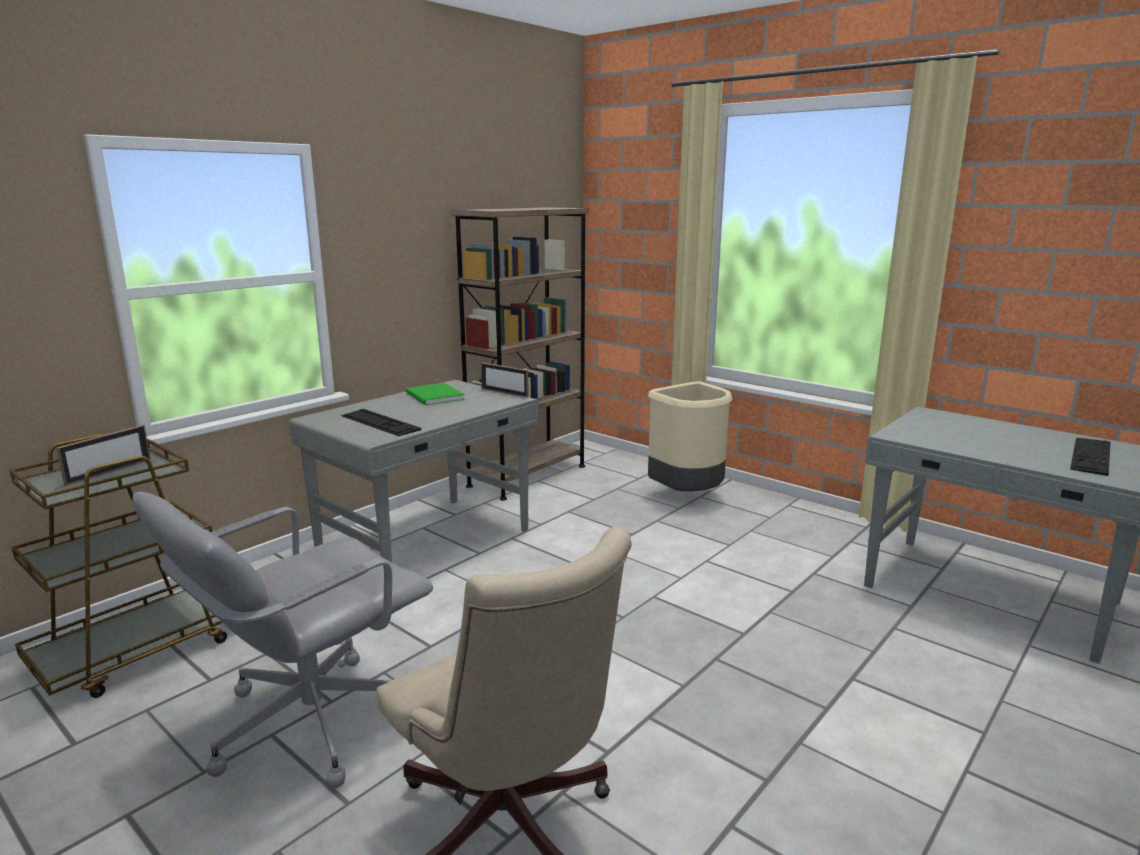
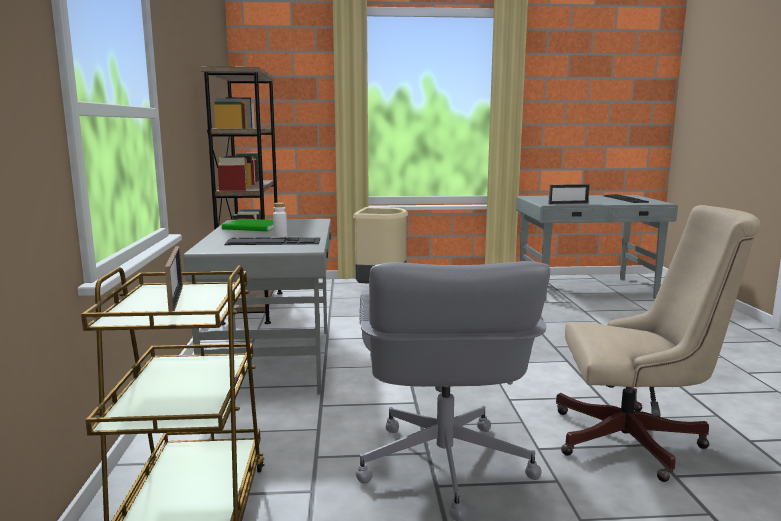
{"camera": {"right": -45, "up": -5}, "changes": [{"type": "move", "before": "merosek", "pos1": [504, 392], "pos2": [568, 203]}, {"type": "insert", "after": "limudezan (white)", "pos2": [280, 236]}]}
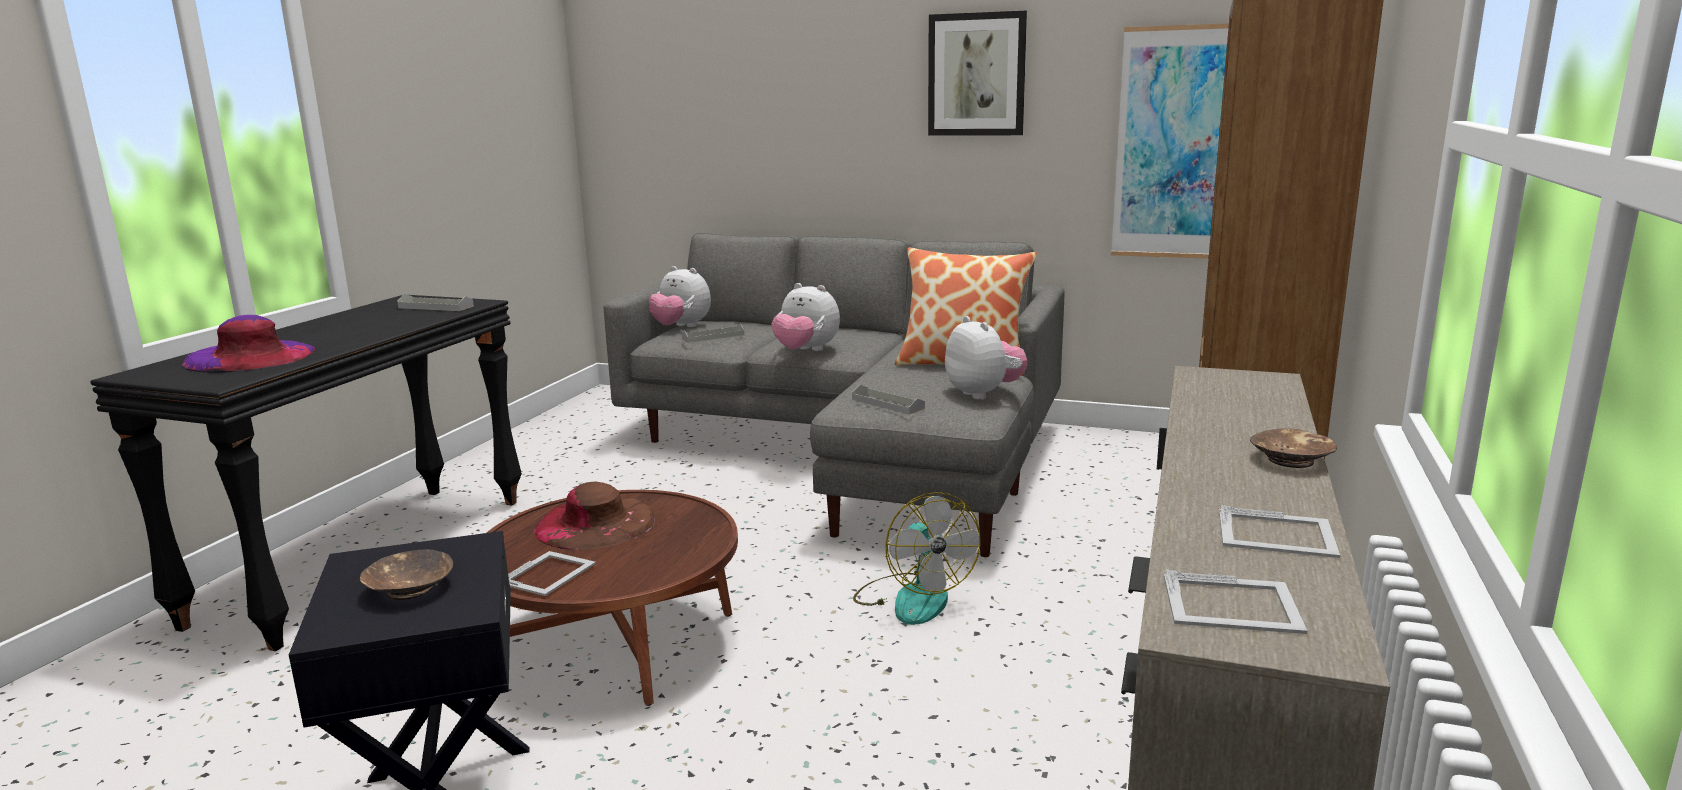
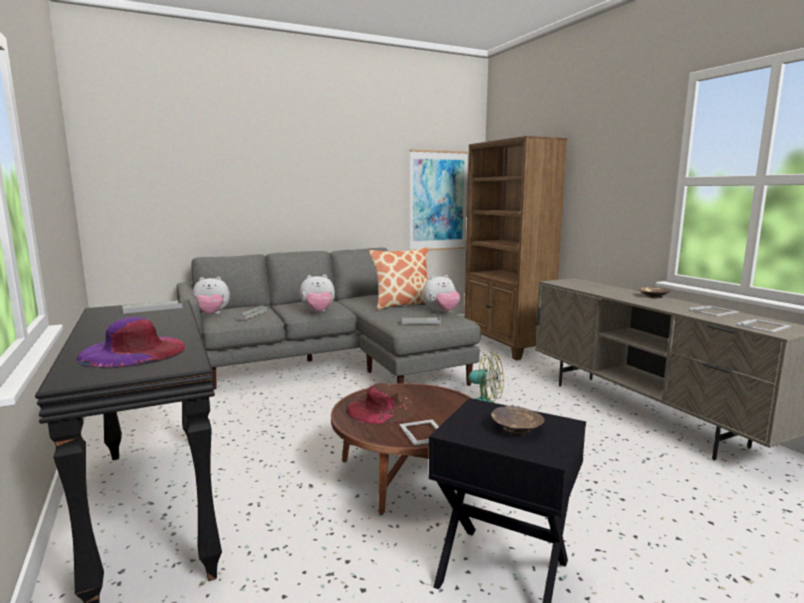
{"camera": {"right": -45, "up": -5}, "changes": [{"type": "delete", "before": "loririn", "pos1": [976, 75]}, {"type": "rotate", "before": "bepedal", "pos1": [983, 394], "pos2": [441, 312], "turn": 135}]}
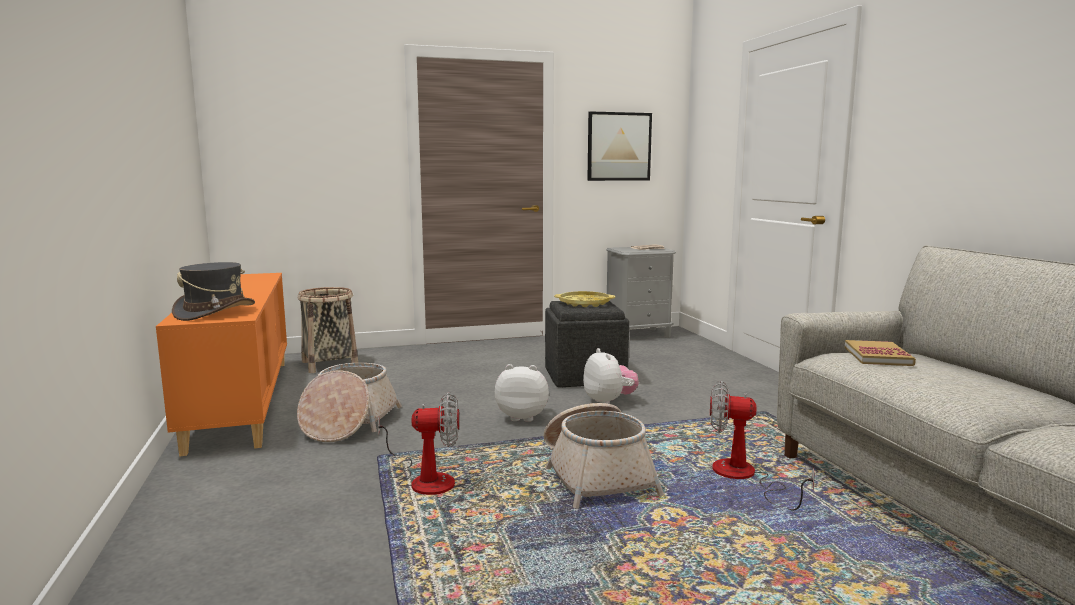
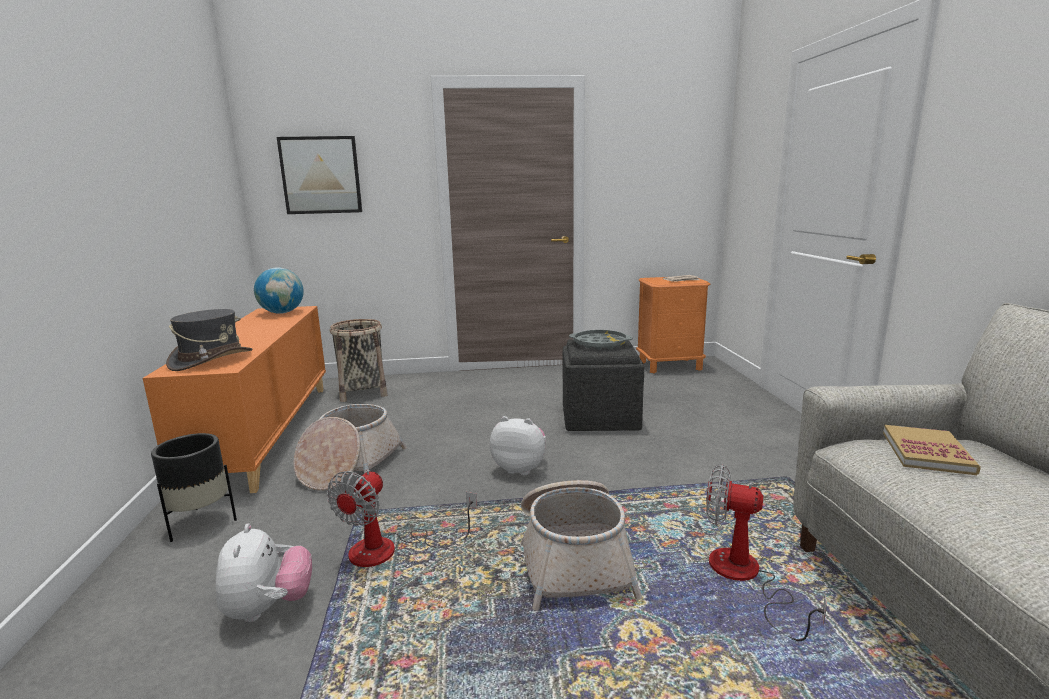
{"camera": {"right": 10, "up": 5}, "changes": [{"type": "rotate", "before": "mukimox", "pos1": [424, 480], "pos2": [390, 550], "turn": 105}, {"type": "recolor", "before": "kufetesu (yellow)", "after": "kufetesu (grey)", "pos1": [584, 303], "pos2": [600, 344]}, {"type": "move", "before": "bepedal", "pos1": [609, 401], "pos2": [268, 608]}, {"type": "move", "before": "loririn", "pos1": [619, 146], "pos2": [321, 175]}, {"type": "recolor", "before": "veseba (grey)", "after": "veseba (orange)", "pos1": [639, 334], "pos2": [670, 365]}, {"type": "insert", "after": "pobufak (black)", "pos2": [202, 522]}, {"type": "insert", "after": "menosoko", "pos2": [282, 313]}]}
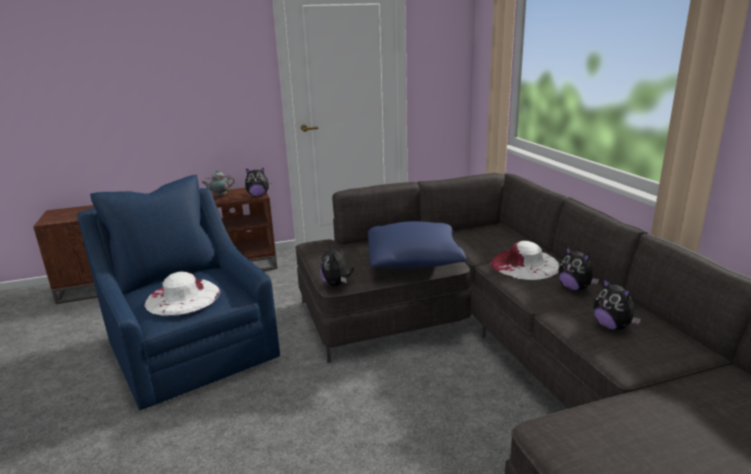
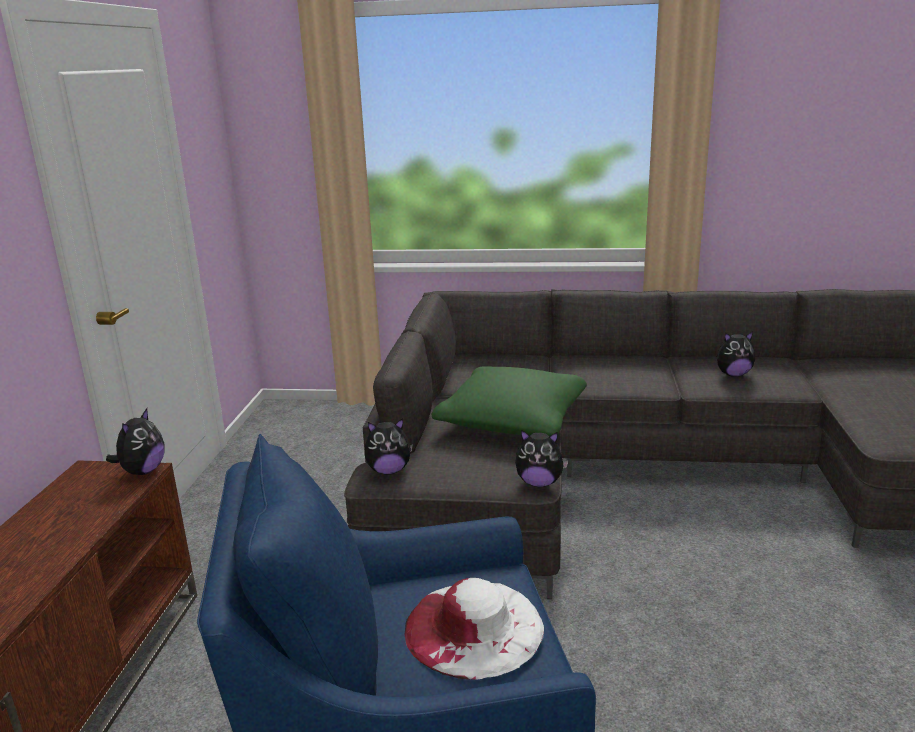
{"camera": {"right": -65, "up": 0}, "changes": [{"type": "delete", "before": "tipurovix", "pos1": [219, 196]}, {"type": "recolor", "before": "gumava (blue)", "after": "gumava (green)", "pos1": [413, 260], "pos2": [513, 420]}, {"type": "delete", "before": "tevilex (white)", "pos1": [524, 264]}, {"type": "move", "before": "bepedal", "pos1": [574, 288], "pos2": [389, 470]}]}
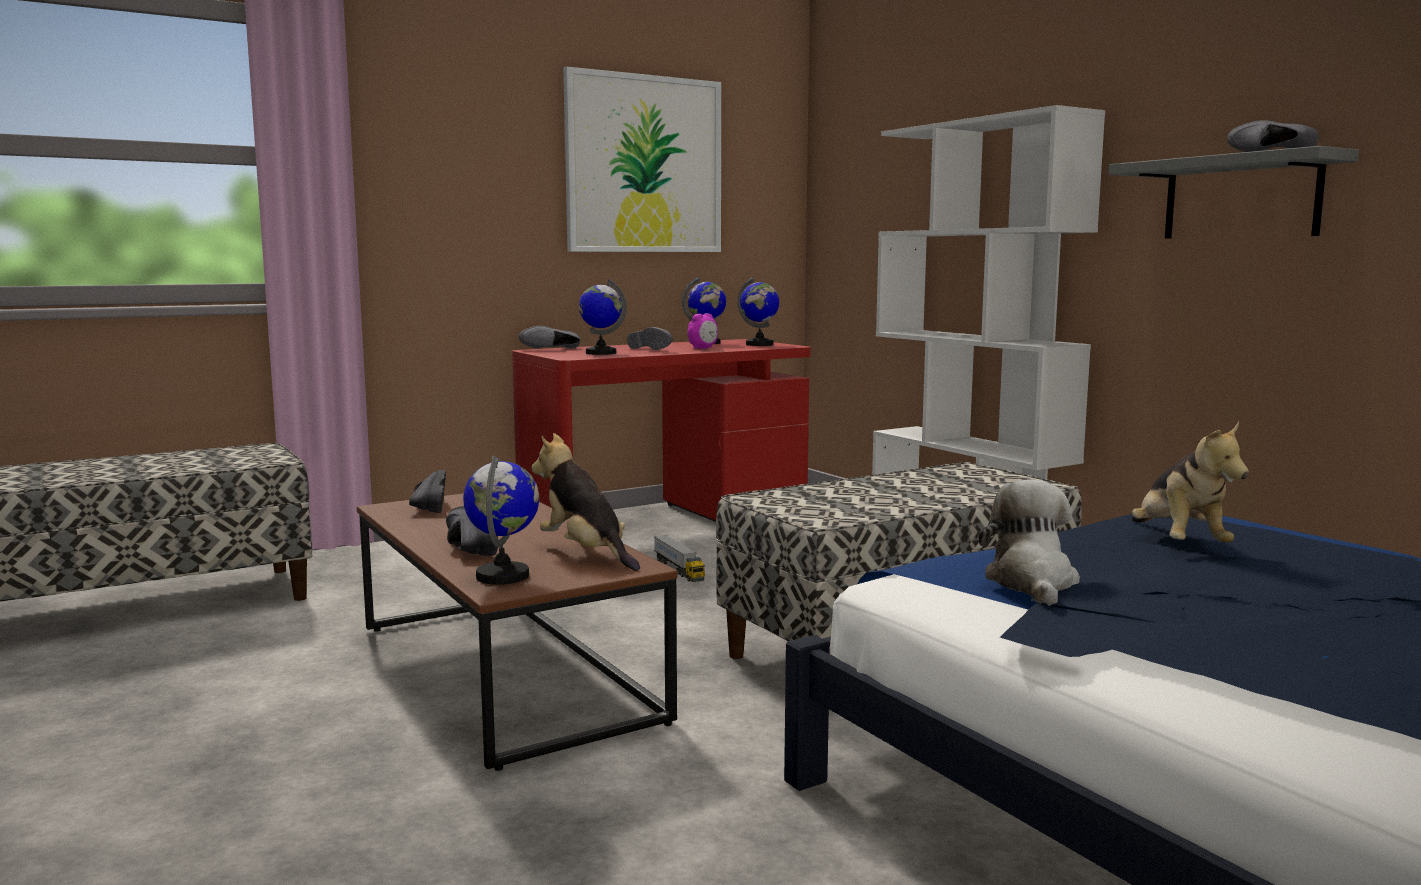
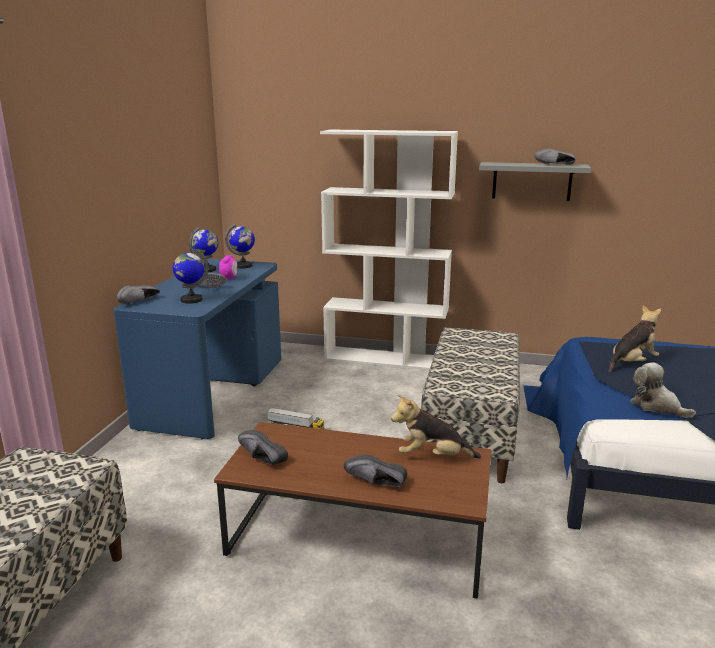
{"camera": {"right": -45, "up": 10}, "changes": [{"type": "delete", "before": "menosoko", "pos1": [503, 576]}, {"type": "recolor", "before": "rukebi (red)", "after": "rukebi (blue)", "pos1": [665, 519], "pos2": [213, 391]}, {"type": "delete", "before": "loririn", "pos1": [644, 165]}, {"type": "rotate", "before": "bepedal", "pos1": [1178, 544], "pos2": [632, 363], "turn": -75}]}
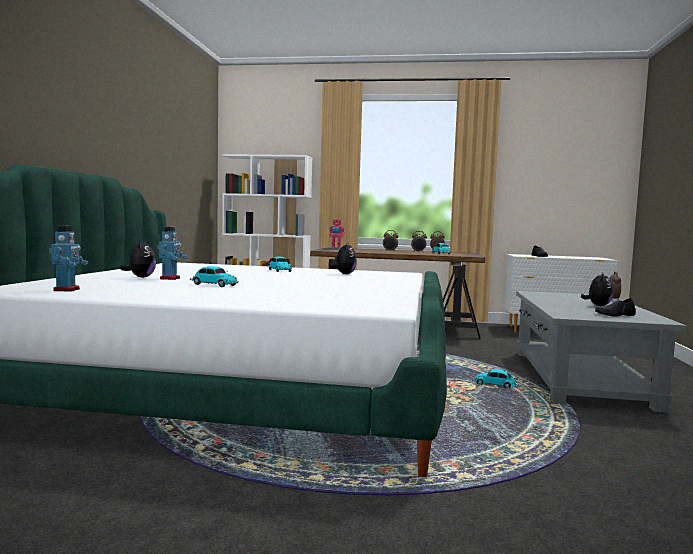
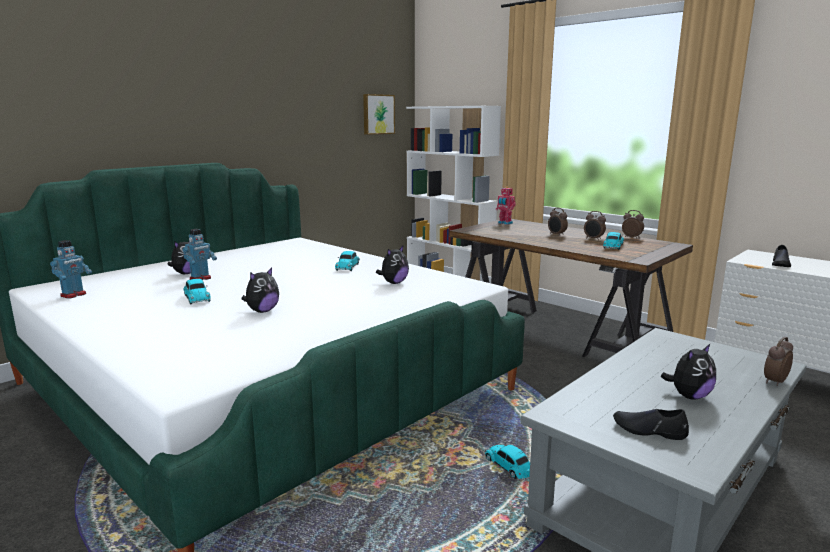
{"camera": {"right": 35, "up": 10}, "changes": [{"type": "insert", "after": "bepedal", "pos2": [262, 311]}, {"type": "insert", "after": "loririn", "pos2": [378, 114]}]}
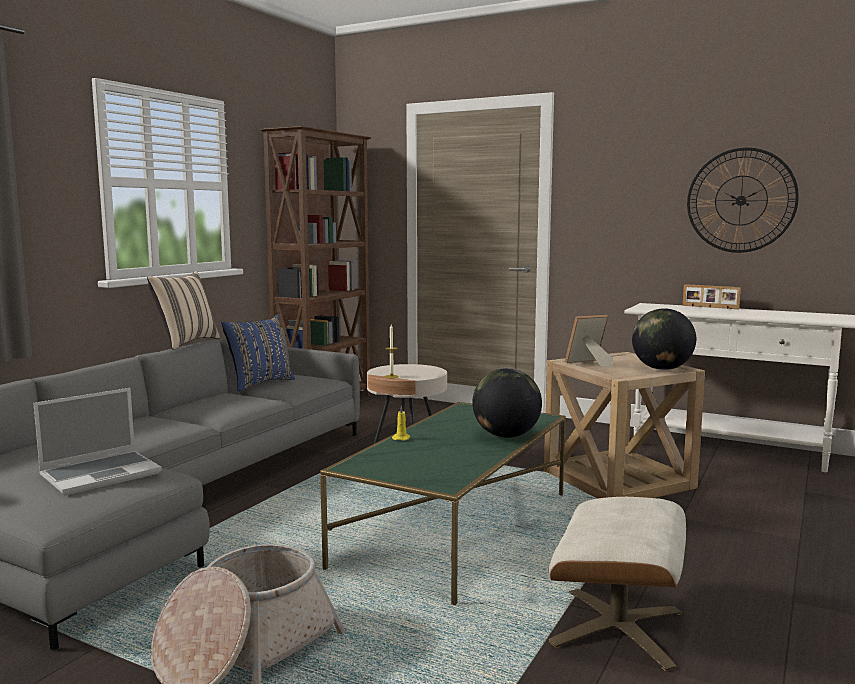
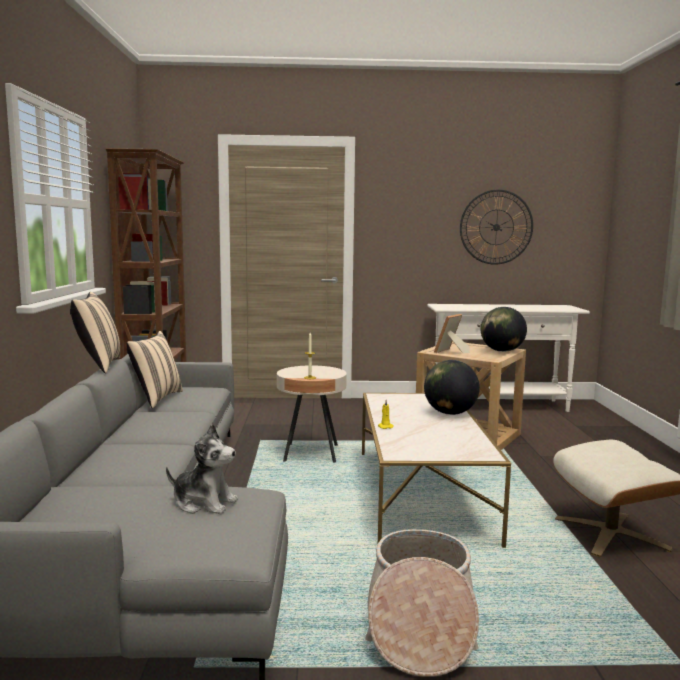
{"camera": {"right": -30, "up": 0}, "changes": [{"type": "replace", "before": "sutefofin", "after": "bepedal", "pos1": [102, 474], "pos2": [204, 503]}, {"type": "recolor", "before": "gumava (blue)", "after": "gumava (beige)", "pos1": [259, 383], "pos2": [156, 399]}, {"type": "recolor", "before": "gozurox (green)", "after": "gozurox (white)", "pos1": [456, 528], "pos2": [421, 493]}, {"type": "delete", "before": "merosek", "pos1": [710, 307]}]}
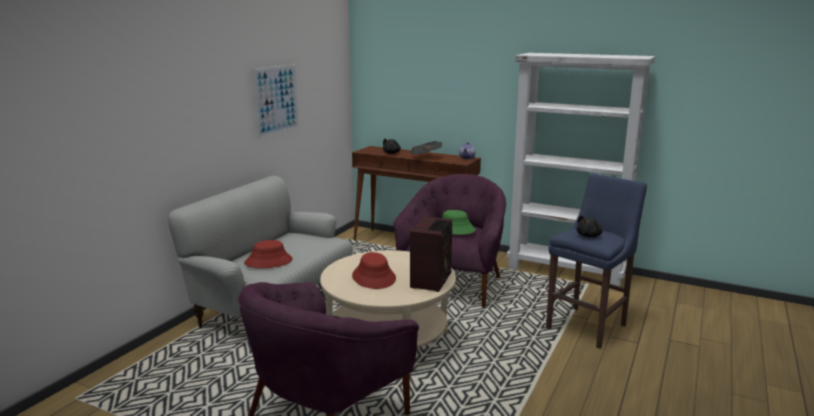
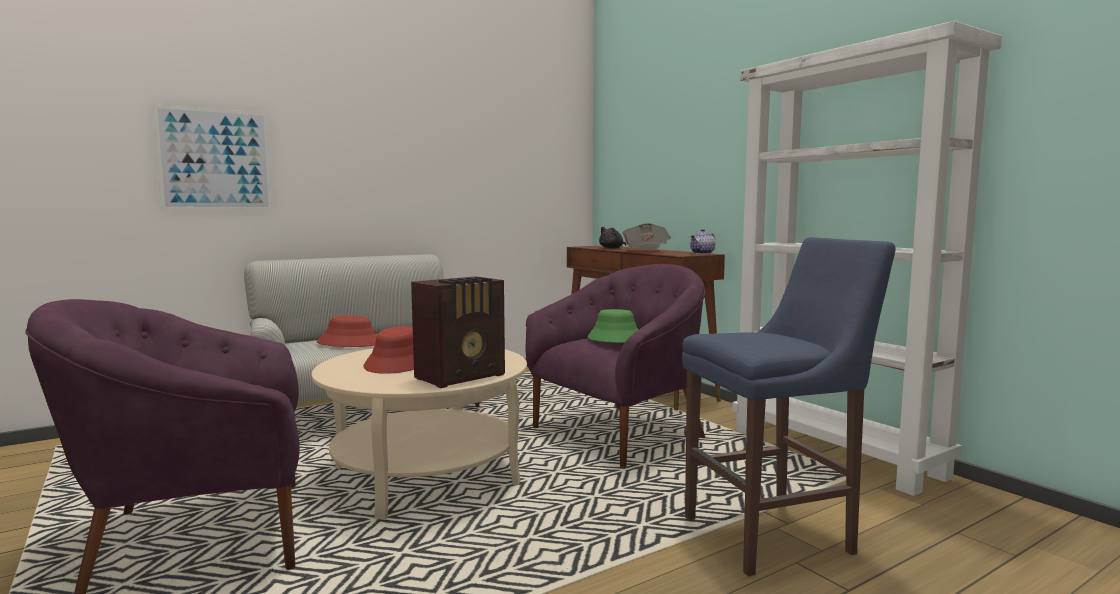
{"camera": {"right": 30, "up": -10}, "changes": [{"type": "move", "before": "loririn", "pos1": [276, 100], "pos2": [215, 160]}, {"type": "delete", "before": "bepedal (black)", "pos1": [589, 236]}]}
